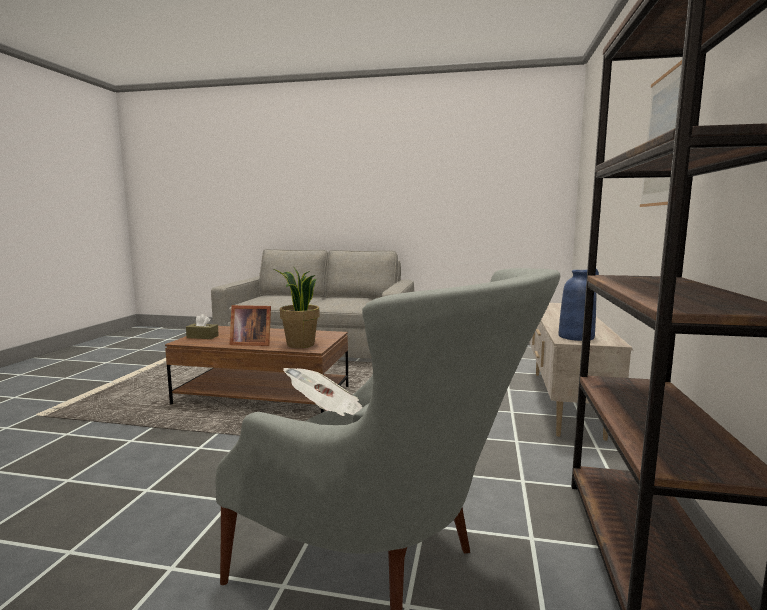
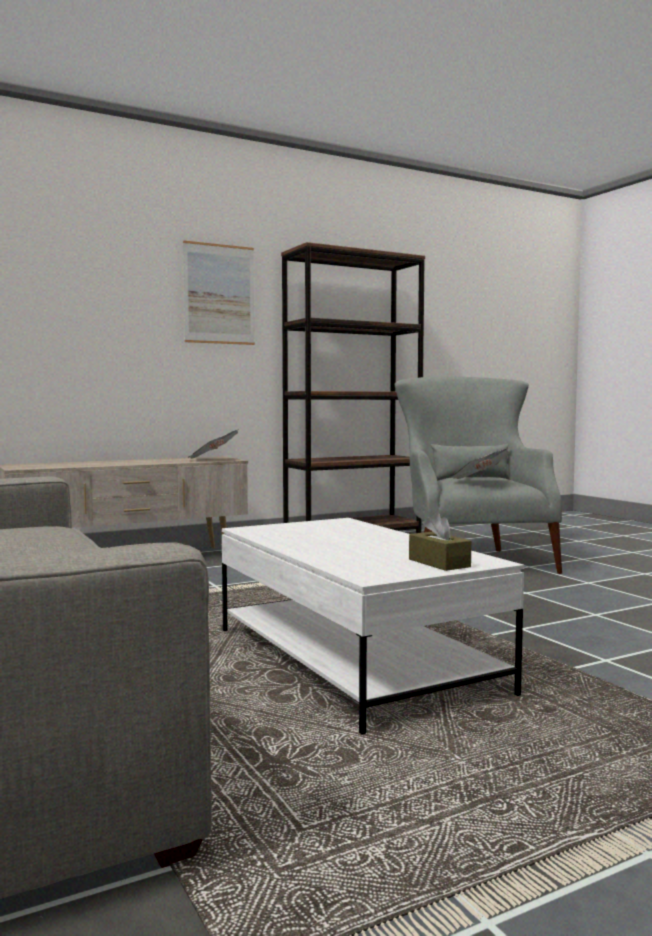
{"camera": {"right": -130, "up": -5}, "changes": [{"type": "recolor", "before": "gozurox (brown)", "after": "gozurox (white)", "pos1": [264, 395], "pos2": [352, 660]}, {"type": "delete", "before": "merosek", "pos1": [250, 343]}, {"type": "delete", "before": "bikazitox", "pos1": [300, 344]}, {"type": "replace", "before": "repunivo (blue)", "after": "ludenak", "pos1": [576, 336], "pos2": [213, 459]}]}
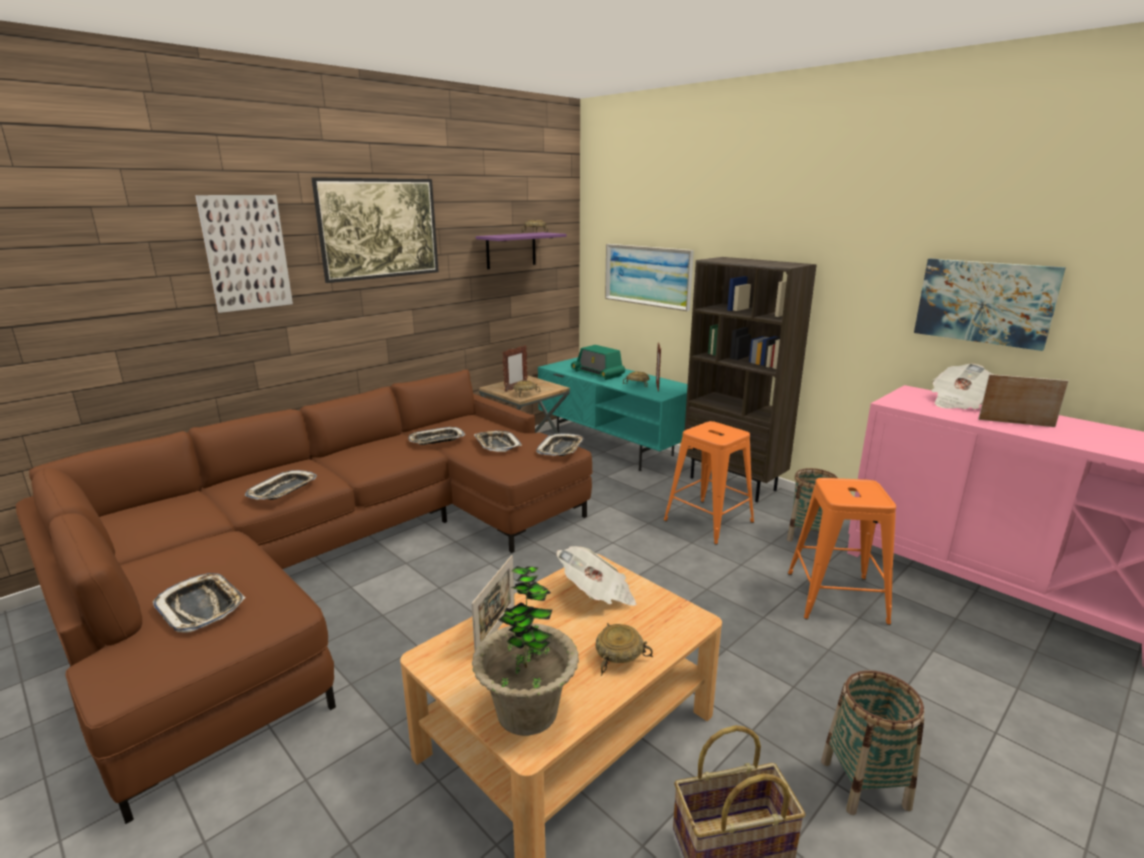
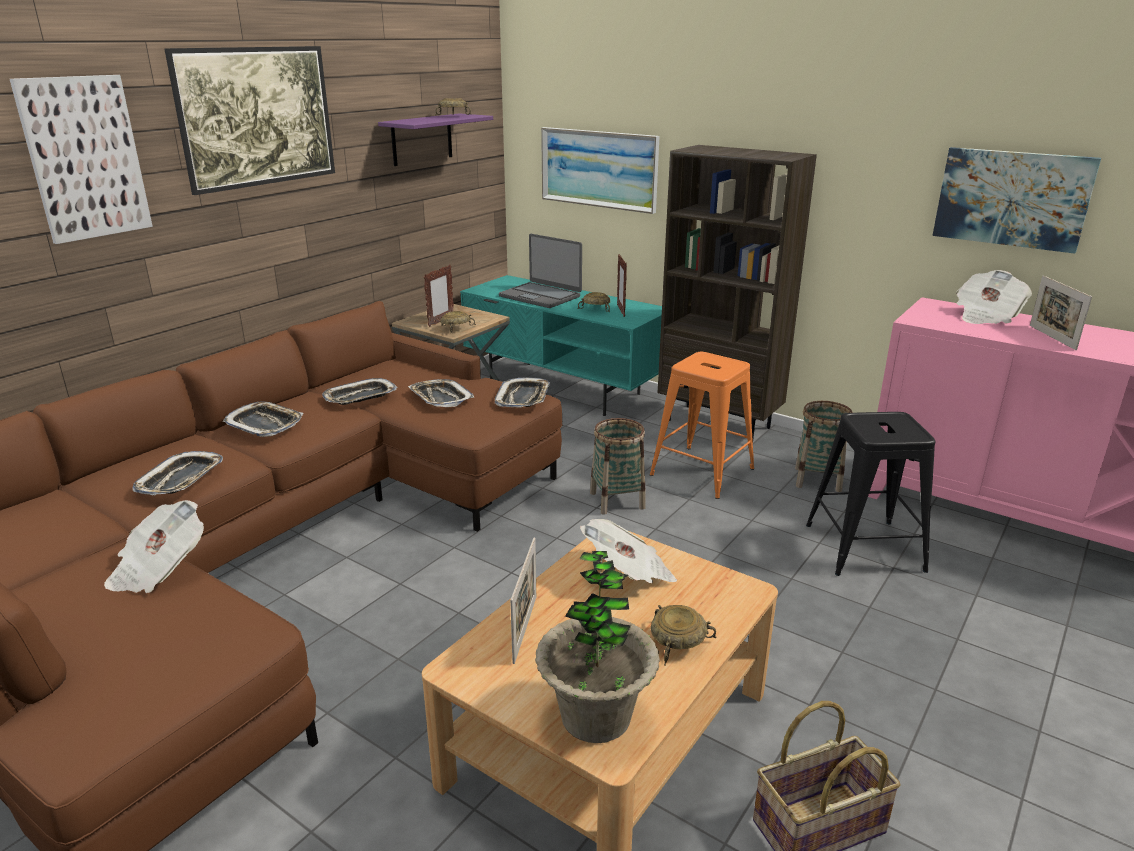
{"camera": {"right": -10, "up": 5}, "changes": [{"type": "move", "before": "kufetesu", "pos1": [201, 607], "pos2": [265, 424]}, {"type": "replace", "before": "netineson", "after": "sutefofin", "pos1": [597, 373], "pos2": [540, 296]}, {"type": "recolor", "before": "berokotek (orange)", "after": "berokotek (black)", "pos1": [835, 597], "pos2": [863, 547]}, {"type": "move", "before": "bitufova", "pos1": [864, 784], "pos2": [617, 500]}, {"type": "rotate", "before": "merosek", "pos1": [1016, 423], "pos2": [1052, 337], "turn": -105}, {"type": "insert", "after": "ludenak", "pos2": [159, 569]}]}
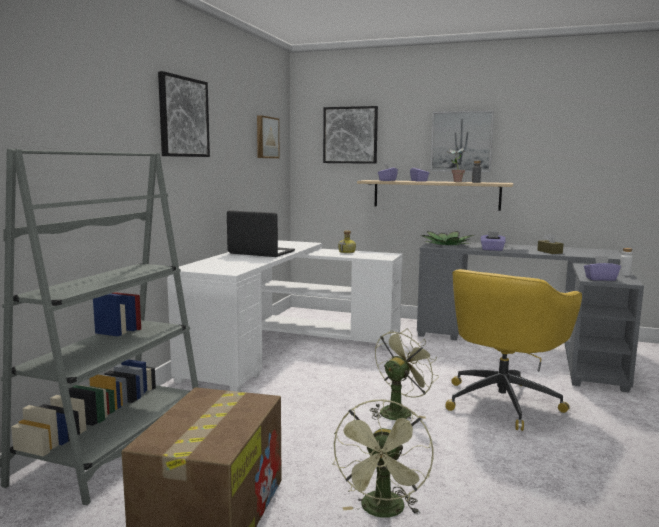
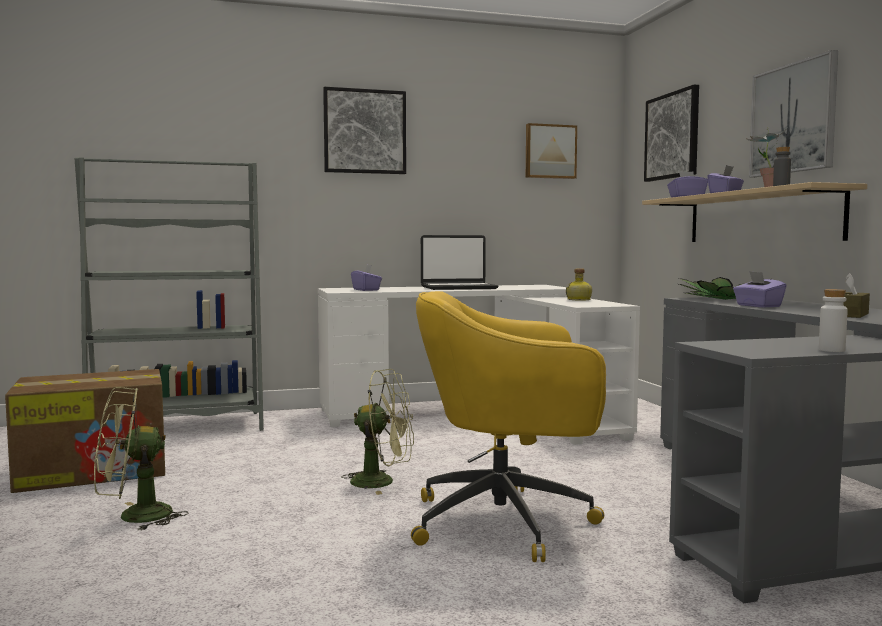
{"camera": {"right": 55, "up": -5}, "changes": [{"type": "rotate", "before": "sutefofin", "pos1": [261, 253], "pos2": [458, 288], "turn": 90}, {"type": "move", "before": "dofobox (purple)", "pos1": [600, 279], "pos2": [366, 290]}]}
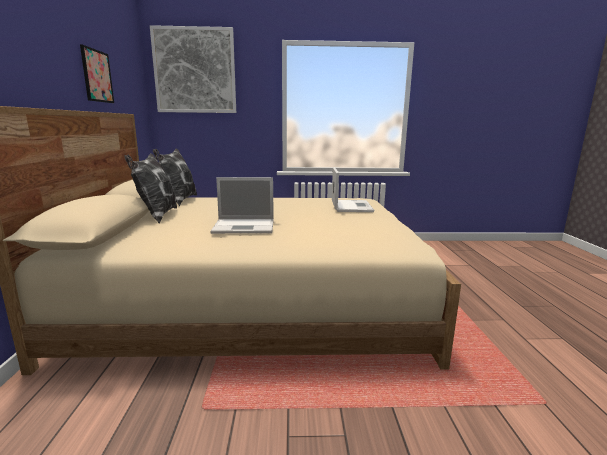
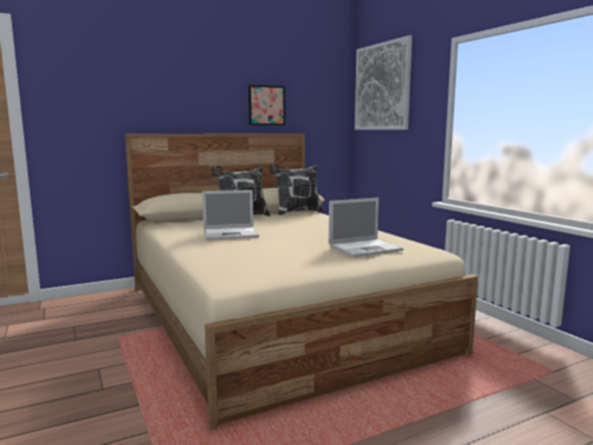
{"camera": {"right": 65, "up": -5}, "changes": [{"type": "rotate", "before": "sutefofin", "pos1": [245, 226], "pos2": [231, 234], "turn": -75}]}
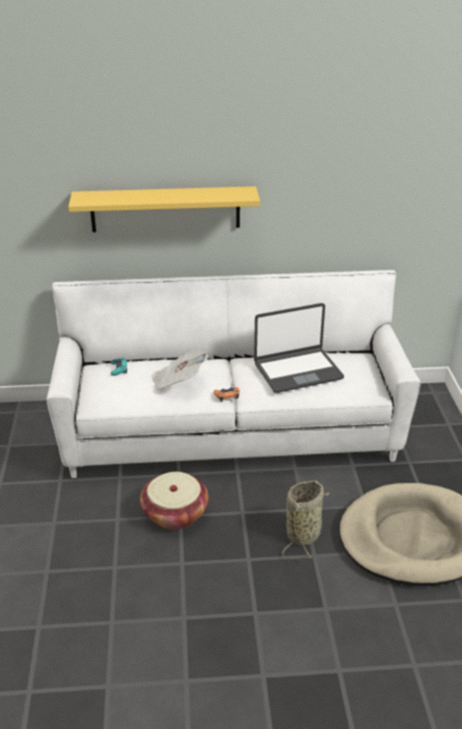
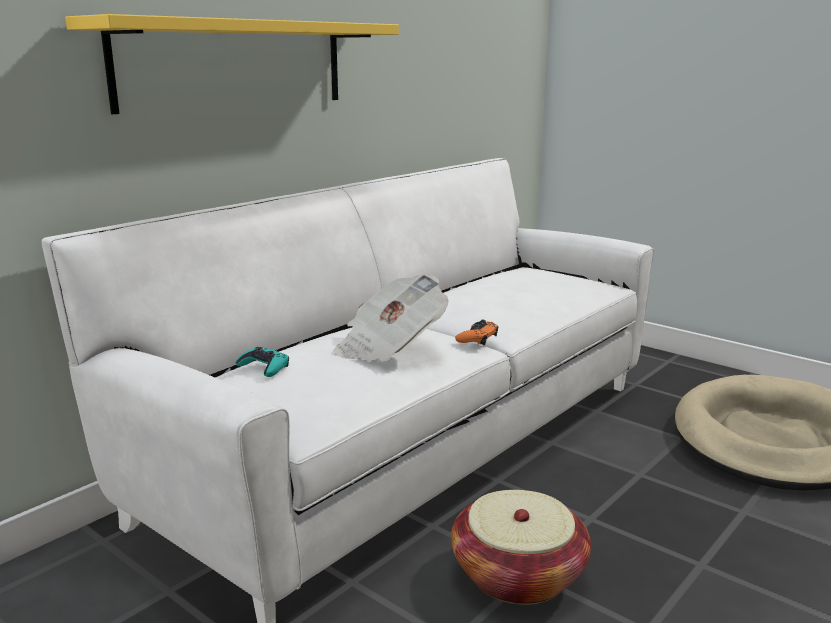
{"camera": {"right": -45, "up": -15}, "changes": [{"type": "delete", "before": "sutefofin", "pos1": [297, 371]}, {"type": "delete", "before": "bitufova", "pos1": [304, 533]}]}
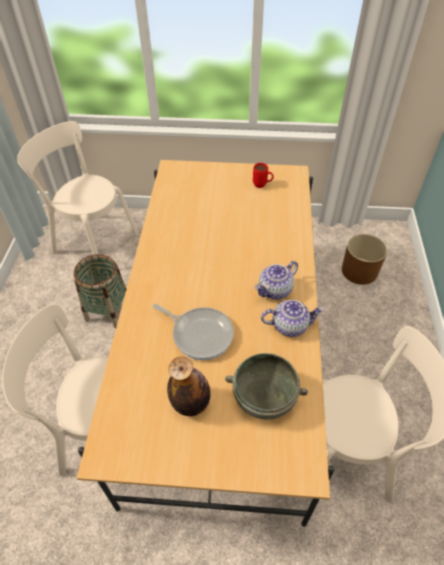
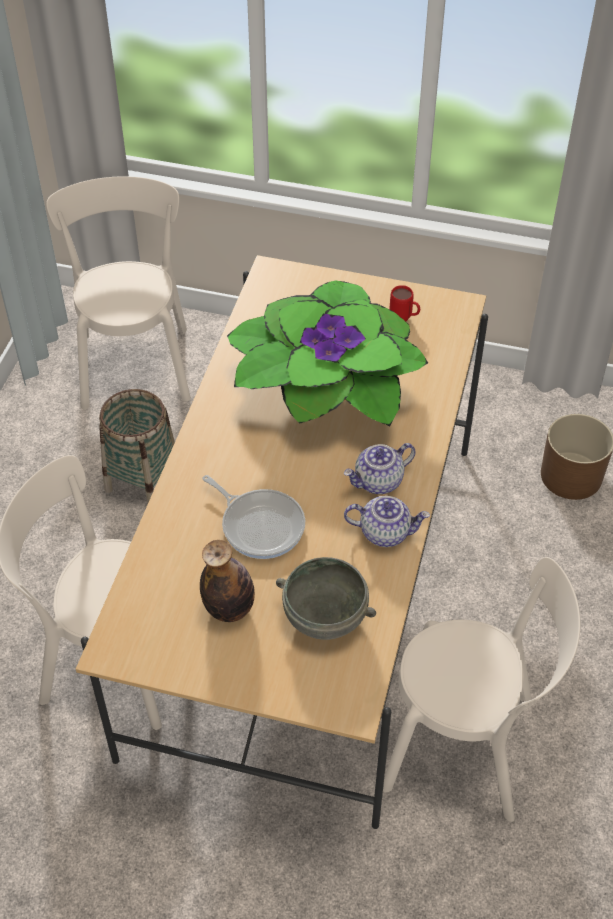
{"camera": {"right": 10, "up": 0}, "changes": [{"type": "rotate", "before": "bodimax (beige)", "pos1": [92, 241], "pos2": [135, 362], "turn": 45}, {"type": "insert", "after": "bikazitox", "pos2": [327, 388]}]}
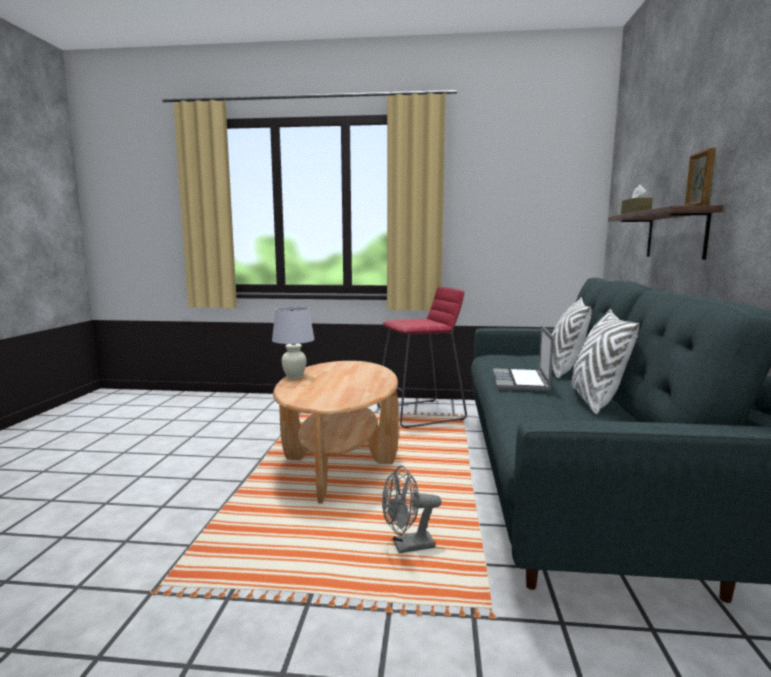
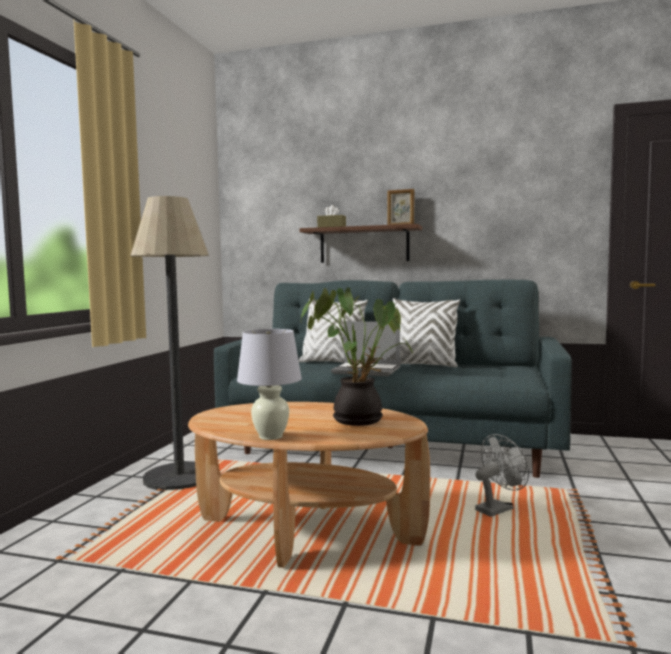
{"camera": {"right": -80, "up": -5}, "changes": [{"type": "replace", "before": "berokotek (red)", "after": "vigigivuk", "pos1": [421, 414], "pos2": [179, 477]}, {"type": "rotate", "before": "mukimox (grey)", "pos1": [407, 546], "pos2": [498, 508], "turn": -120}, {"type": "insert", "after": "bikazitox", "pos2": [359, 419]}]}
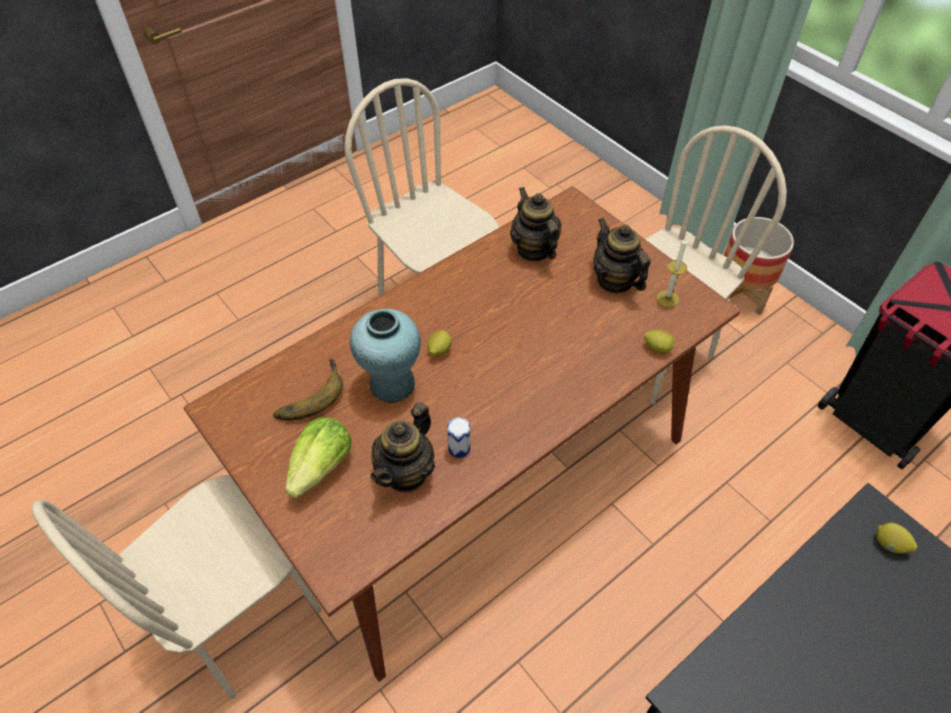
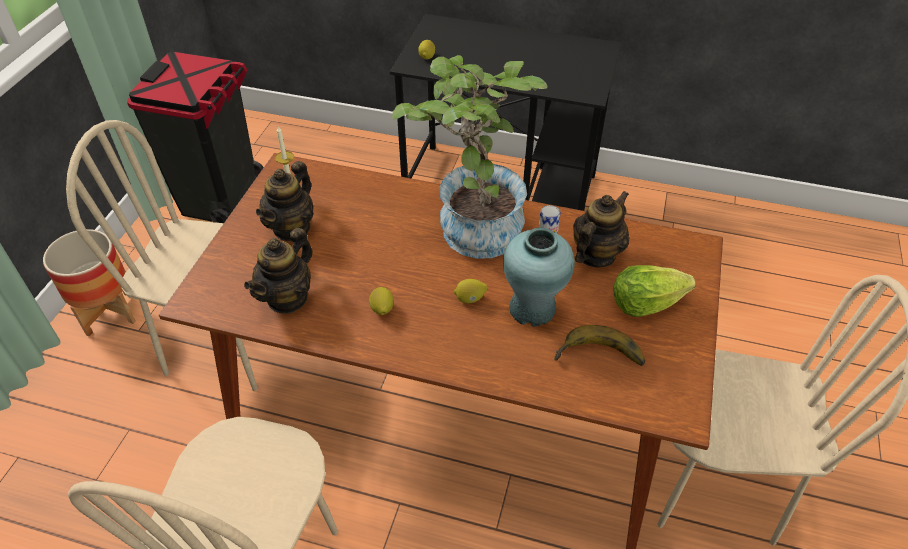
{"camera": {"right": -125, "up": -5}, "changes": [{"type": "rotate", "before": "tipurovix", "pos1": [406, 472], "pos2": [595, 255], "turn": -45}, {"type": "move", "before": "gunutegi", "pos1": [657, 348], "pos2": [382, 309]}, {"type": "insert", "after": "bikazitox", "pos2": [471, 224]}]}
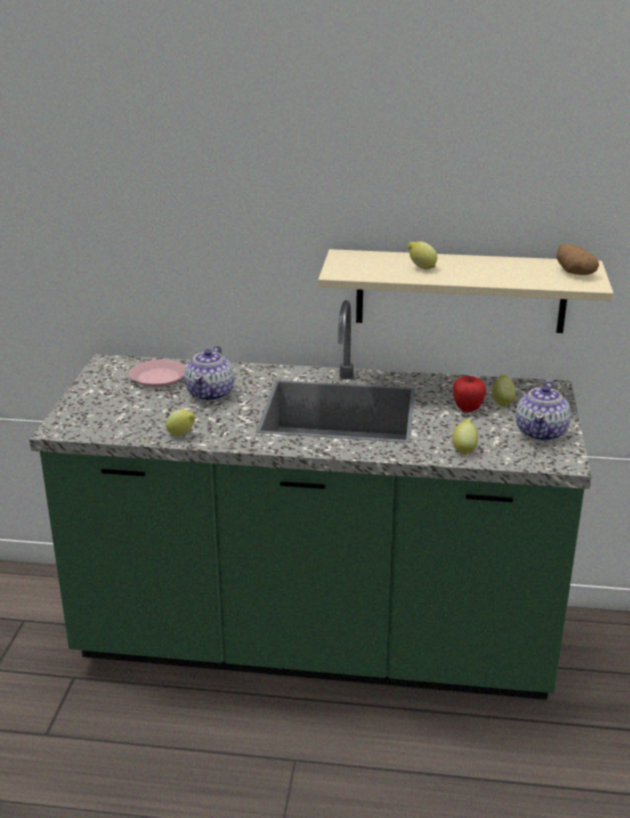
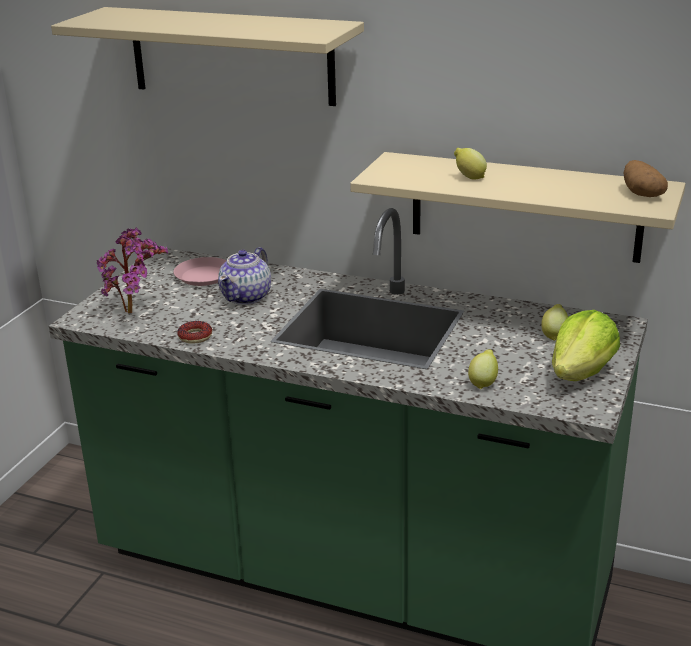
{"camera": {"right": 15, "up": 0}, "changes": [{"type": "replace", "before": "gunutegi", "after": "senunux", "pos1": [182, 435], "pos2": [195, 336]}, {"type": "delete", "before": "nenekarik", "pos1": [467, 409]}, {"type": "replace", "before": "tipurovix", "after": "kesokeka", "pos1": [541, 432], "pos2": [581, 373]}, {"type": "insert", "after": "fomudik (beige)", "pos2": [231, 55]}, {"type": "insert", "after": "bikazitox", "pos2": [136, 312]}]}
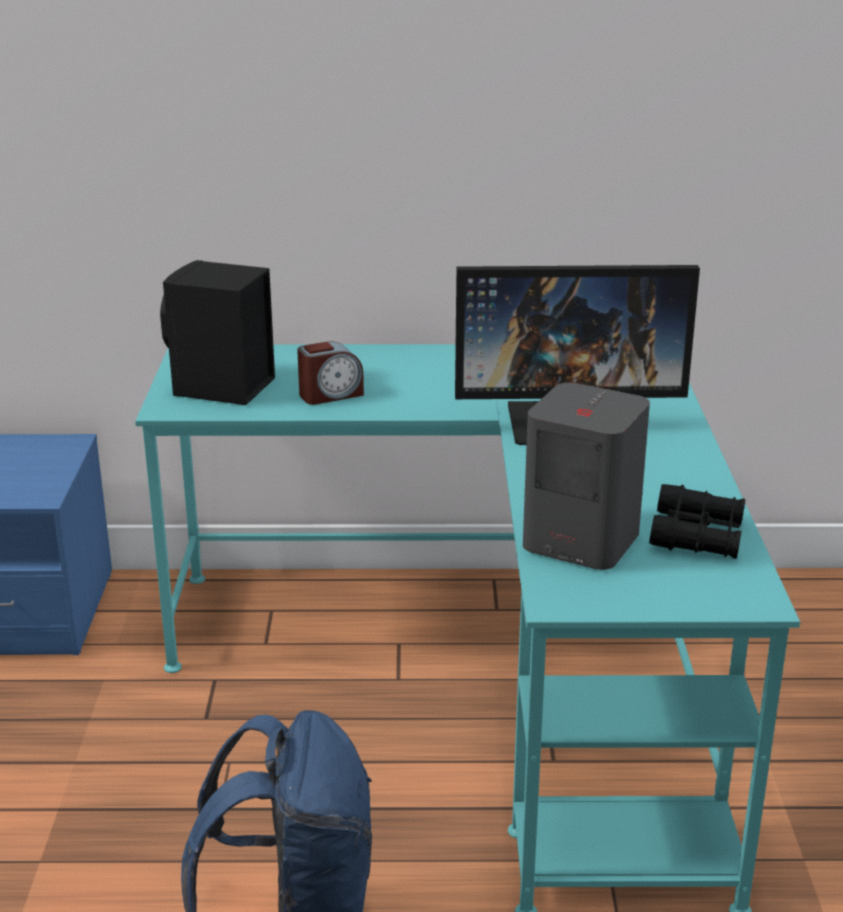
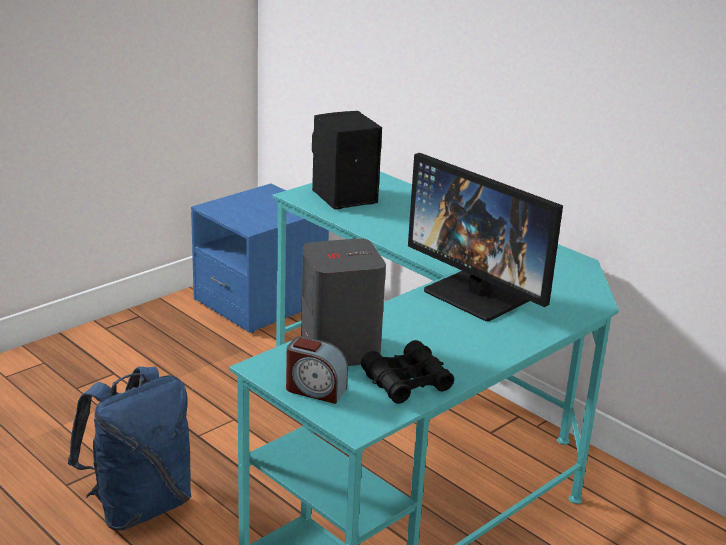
{"camera": {"right": 45, "up": 0}, "changes": [{"type": "move", "before": "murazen", "pos1": [330, 395], "pos2": [315, 390]}]}
